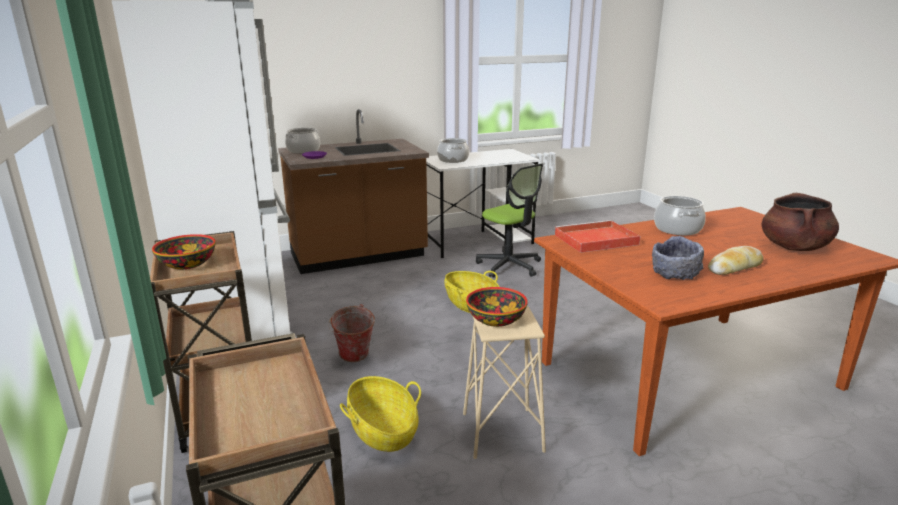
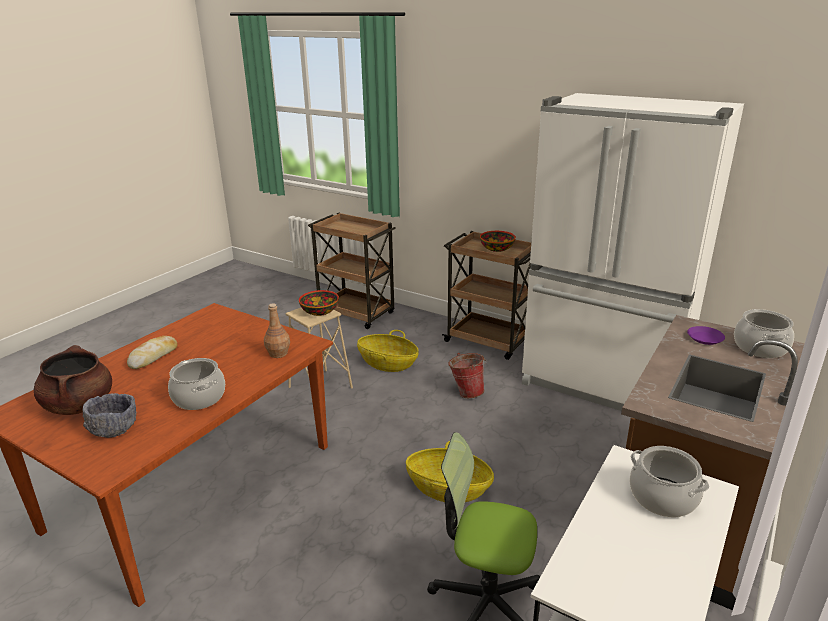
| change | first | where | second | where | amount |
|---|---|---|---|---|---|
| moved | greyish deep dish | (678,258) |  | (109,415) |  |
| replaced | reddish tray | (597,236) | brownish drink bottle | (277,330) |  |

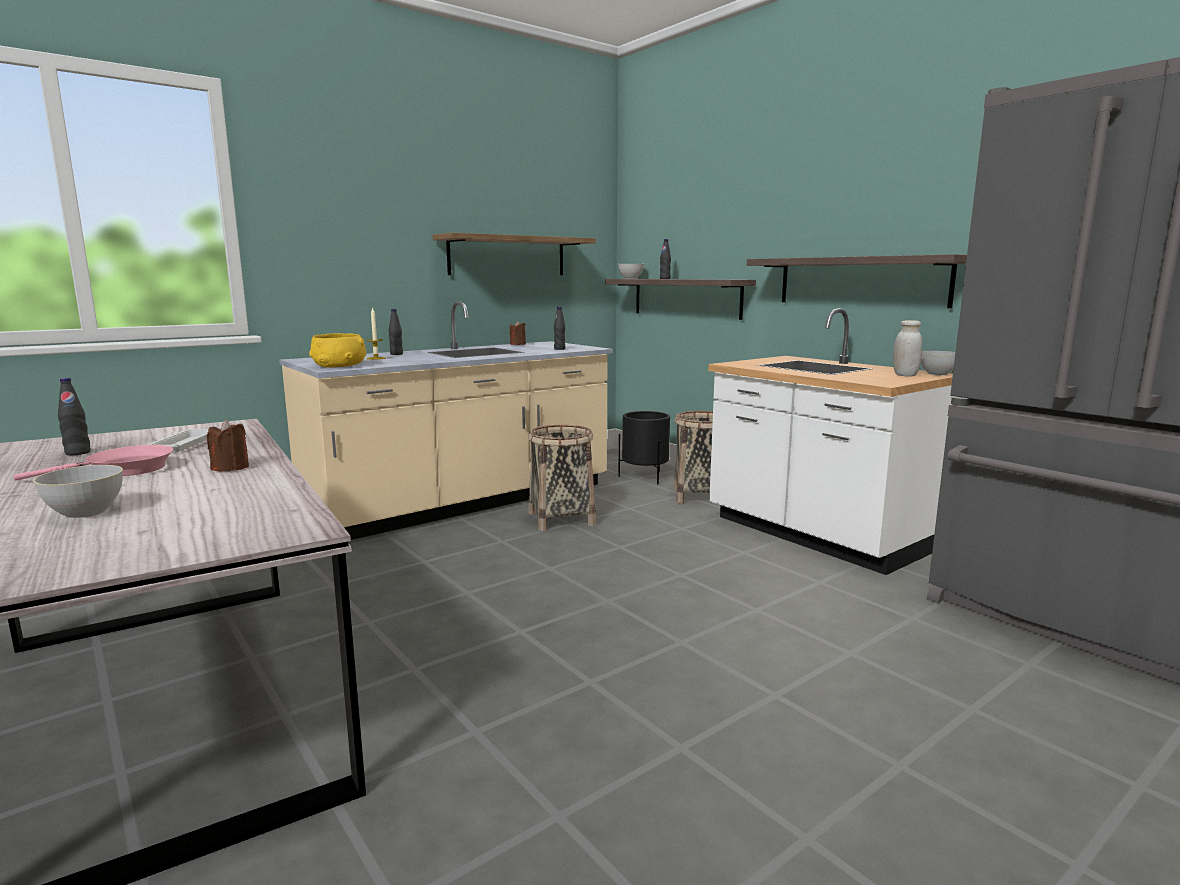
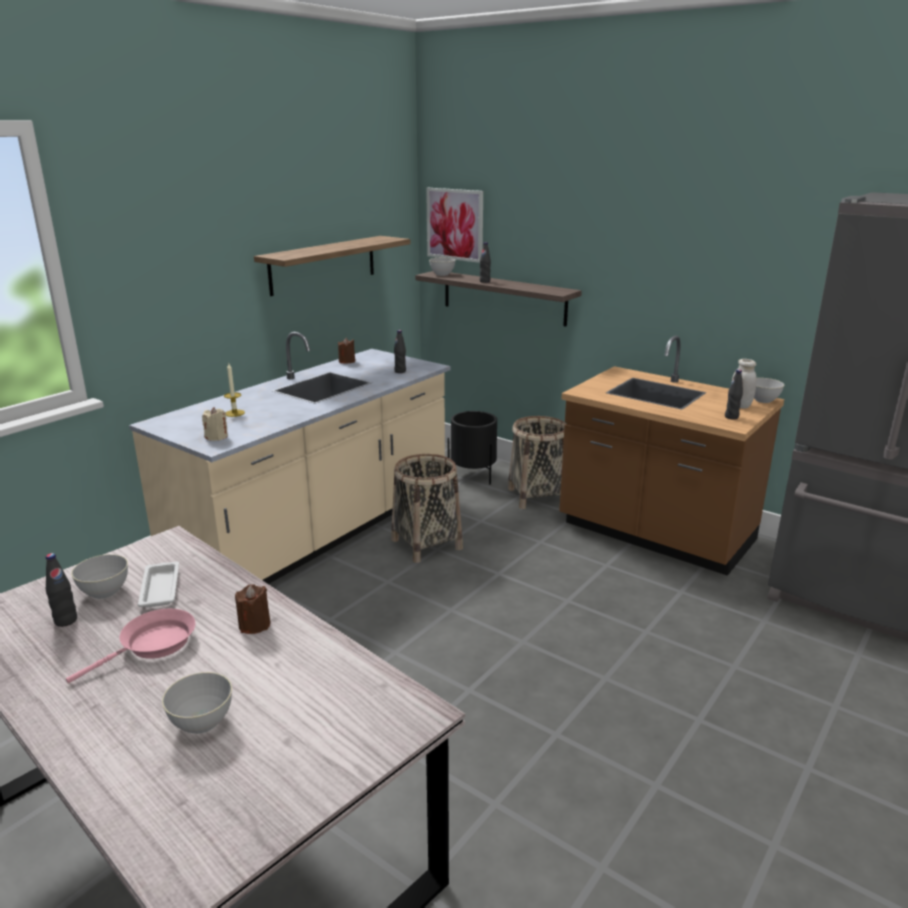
| change | first | where | second | where | amount |
|---|---|---|---|---|---|
| added |  |  | greyish deep dish | (99,576) |  |
| replaced | yellowish deep dish | (337,350) | beige-coloured candle | (215,424) |  |
| added |  |  | wall art | (454,225) |  |
| recoloured | white-coloured kitchen counter | (830,441) | brownish kitchen counter | (671,456) |  |
| moved | black drink bottle | (396,332) |  | (734,394) |  |
| removed | bracket shelf | (857,281) |  |  |  |

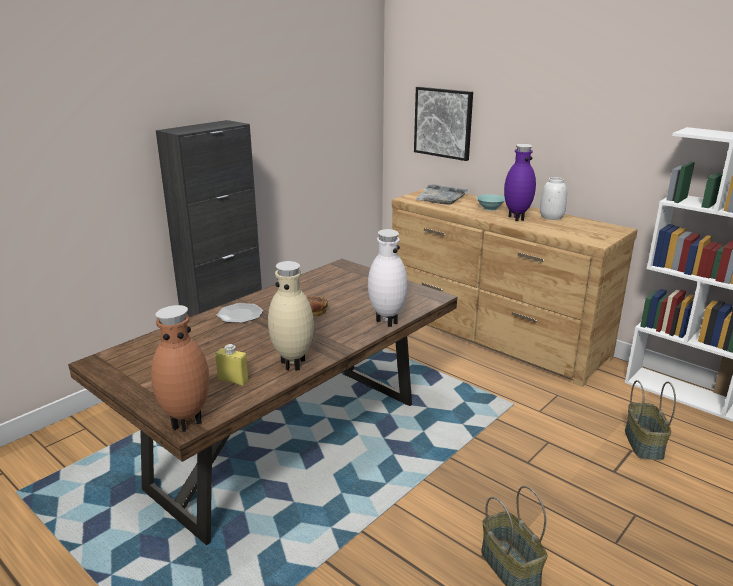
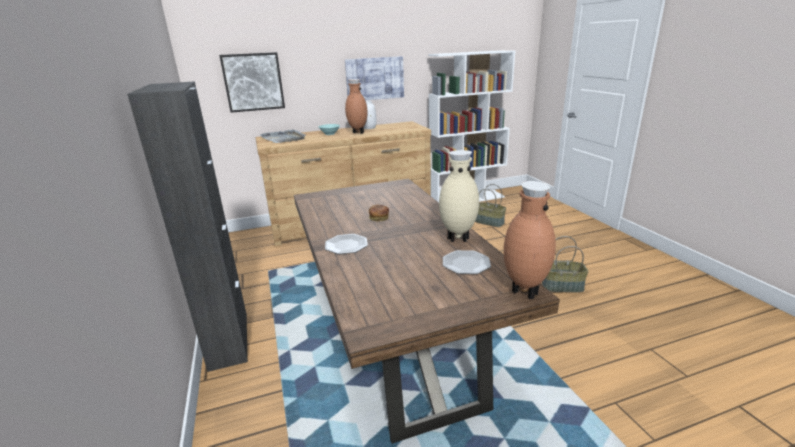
| change | first | where | second | where | amount |
|---|---|---|---|---|---|
| added |  |  | wall art | (374,78) |  |
| recoloured | purplish vase | (520,182) | brownish vase | (356,106) |  |
| replaced | yellowish drink bottle | (231,365) | flat dish | (467,262) |  |
| removed | white-coloured vase | (387,278) |  |  |  |

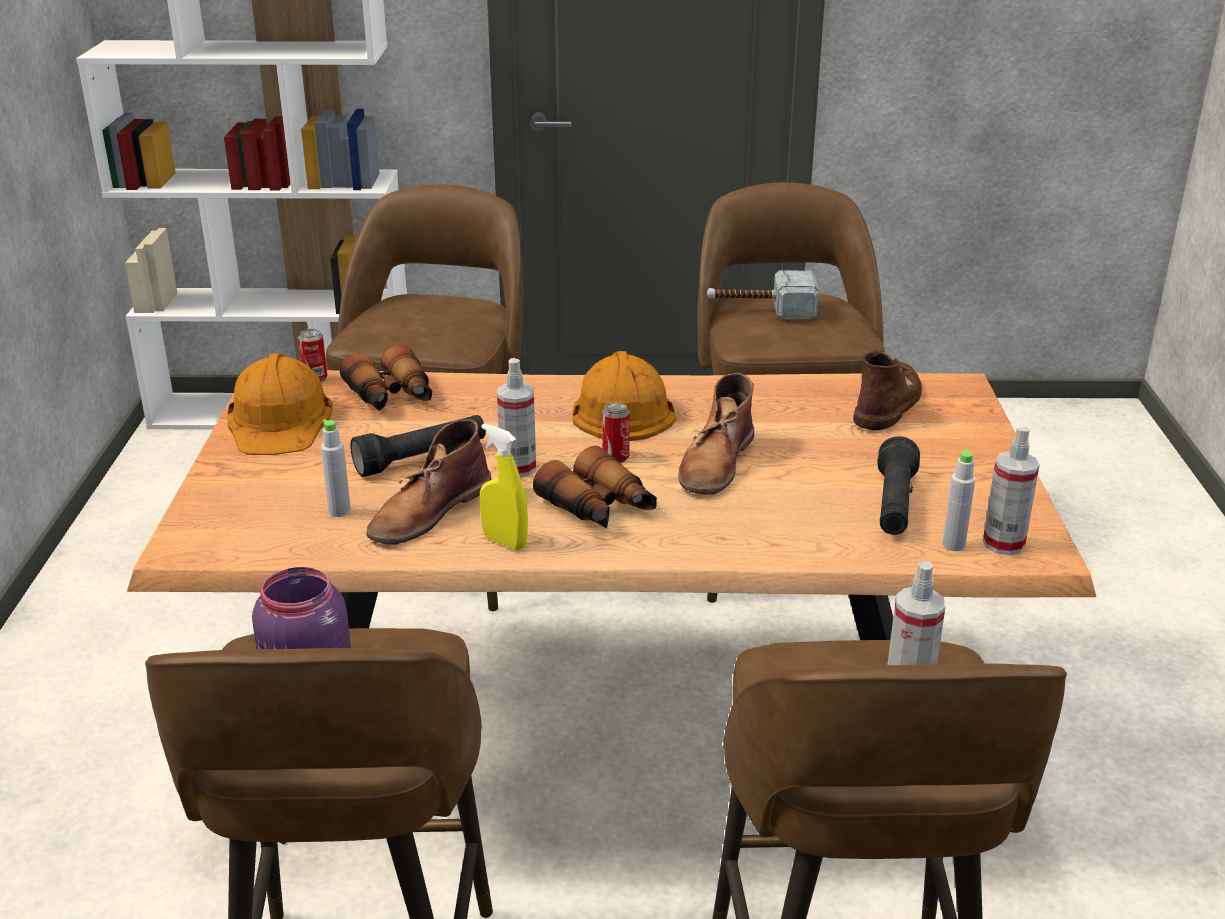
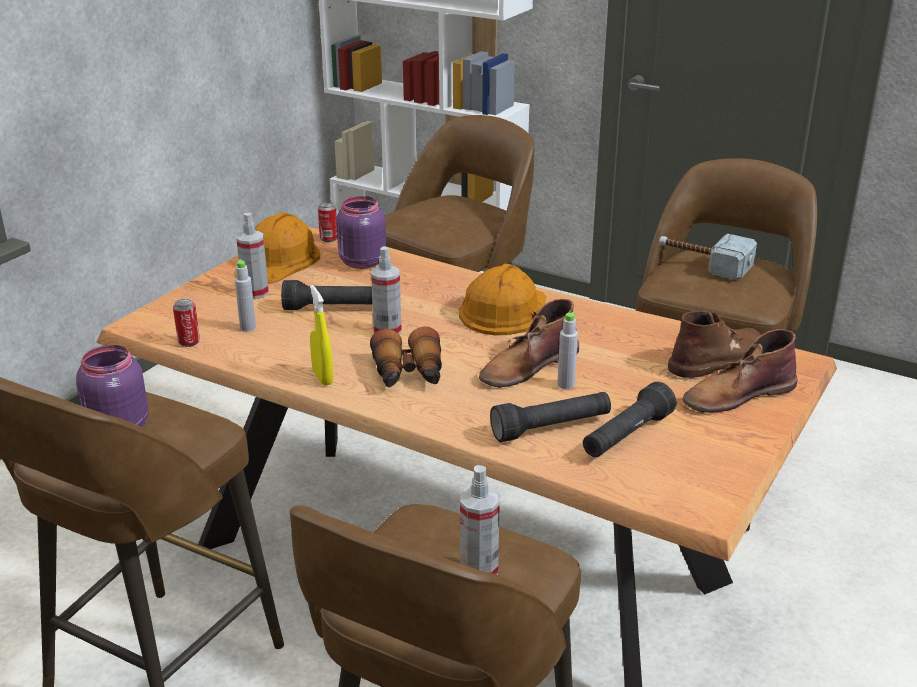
| change | first | where | second | where | amount |
|---|---|---|---|---|---|
| moved | sealed can | (616,433) |  | (186,323) |  |
| moved | spray bottle | (1011,490) |  | (252,256) |  |
| replaced | field glasses | (386,377) | purplish preserve jar | (361,232) |  |
| added |  |  | black flashlight | (550,417) |  |
| moved | greyish drink bottle | (959,500) |  | (567,350) |  |
| moved | brownish high-top boot | (428,482) |  | (740,371) |  |

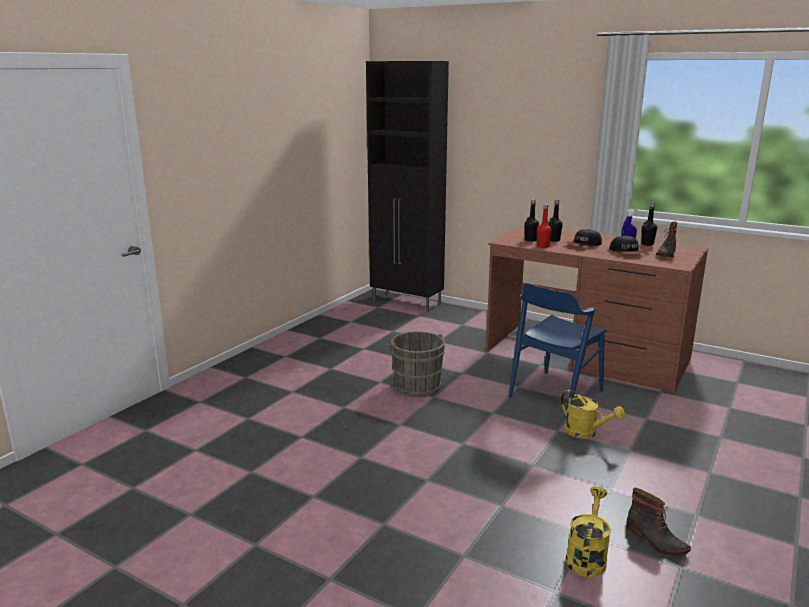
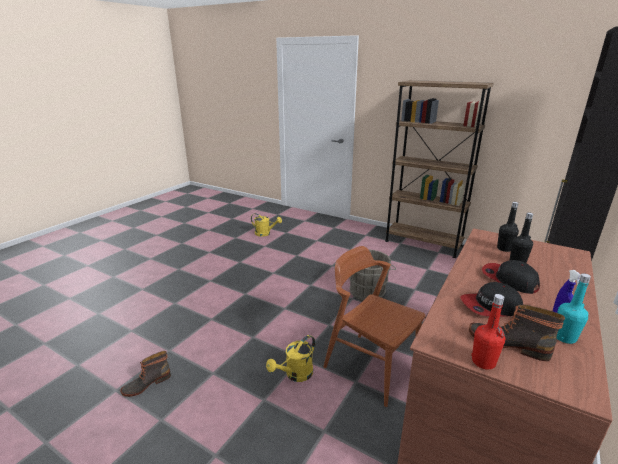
| change | first | where | second | where | amount |
|---|---|---|---|---|---|
| moved | yellowish watering can | (588,531) |  | (266,225) |  |
| recoloured | bluish plain chair | (558,350) | brownish plain chair | (374,326) |  |
| added |  |  | brownish shelving unit | (439,169) |  |
| moved | reddish drink bottle | (544,226) |  | (488,332) |  |
| recoloured | black drink bottle | (649,224) | blue-green drink bottle | (574,308) |  |

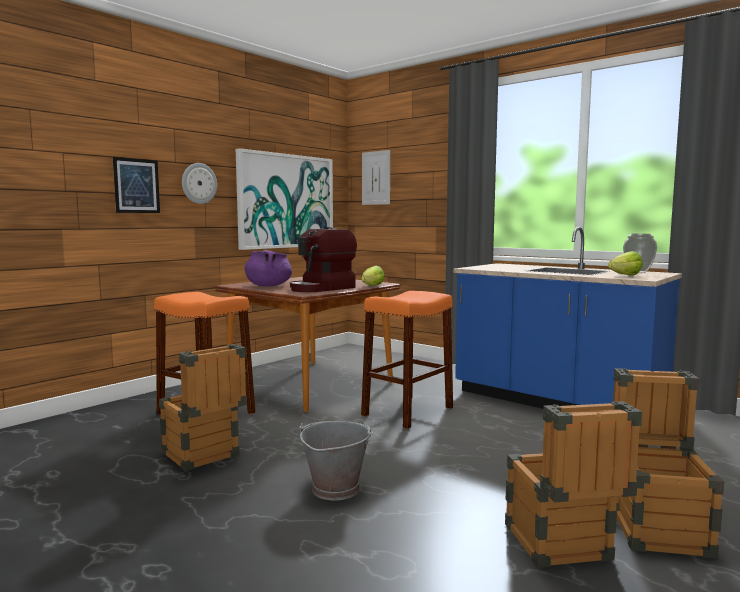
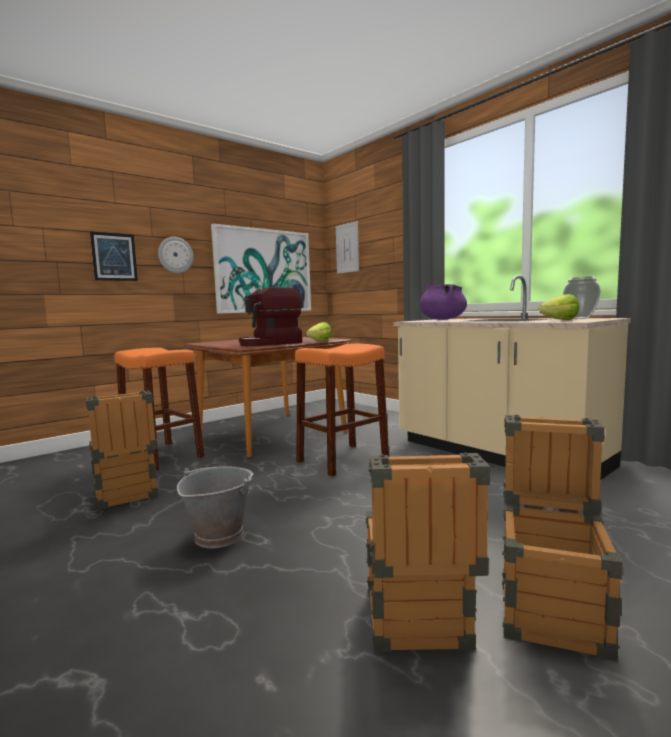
| change | first | where | second | where | amount |
|---|---|---|---|---|---|
| recoloured | bluish kitchen counter | (568,318) | beige-coloured kitchen counter | (512,377) |  |
| moved | purplish saucepot | (268,268) |  | (443,302) |  |

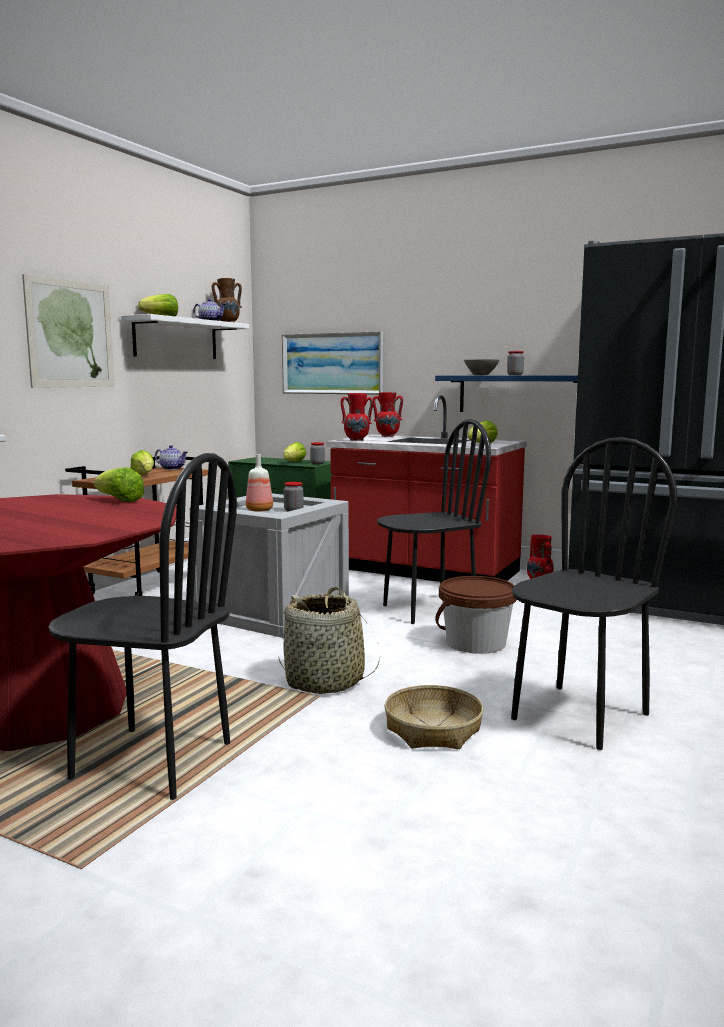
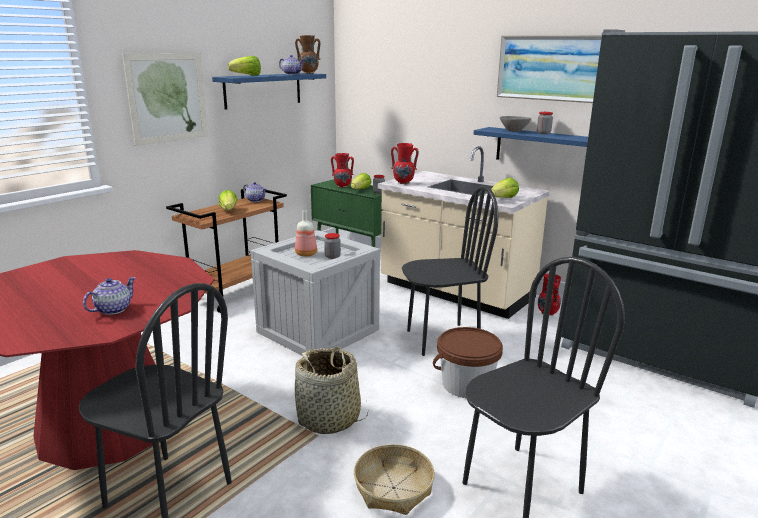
| change | first | where | second | where | amount |
|---|---|---|---|---|---|
| added |  |  | teapot | (109,296) |  |
| recoloured | white-coloured bracket shelf | (185,336) | bluish bracket shelf | (269,91) |  |
| moved | reddish vase | (388,414) |  | (342,170) |  |
| recoloured | reddish kitchen counter | (426,488) | beige-coloured kitchen counter | (464,232) |  |
| moved | wall art | (332,363) |  | (549,69) |  |
| removed | head of lettuce | (119,484) |  |  |  |

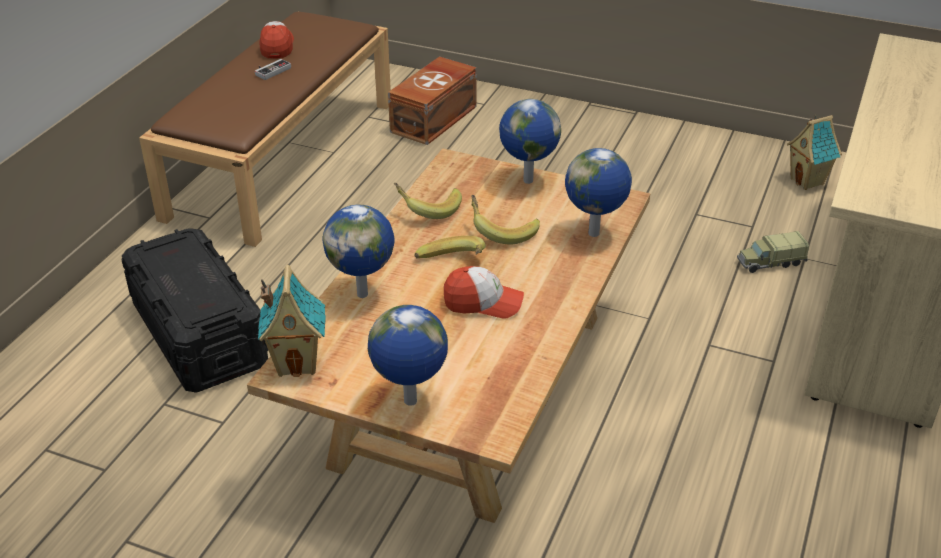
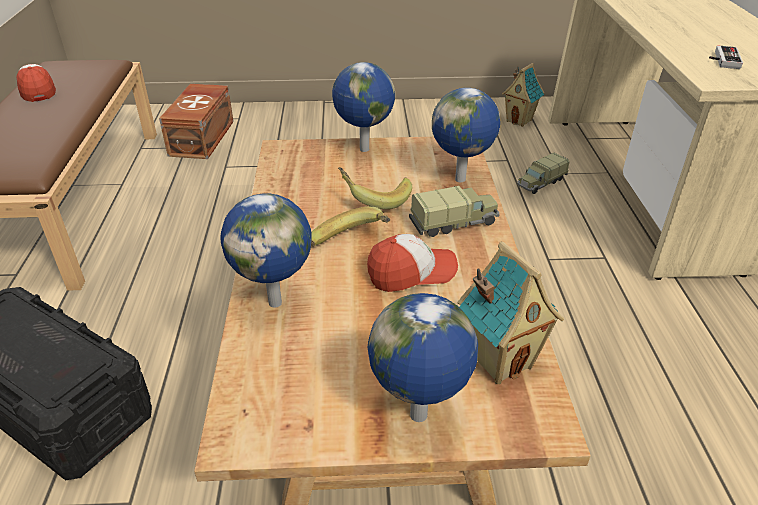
| change | first | where | second | where | amount |
|---|---|---|---|---|---|
| added |  |  | toy lorry | (454,211) |  |
| moved | model house | (292,321) |  | (510,312) |  |
| moved | gamepad | (273,69) |  | (726,57) |  |
| removed | whole banana | (428,201) |  |  |  |

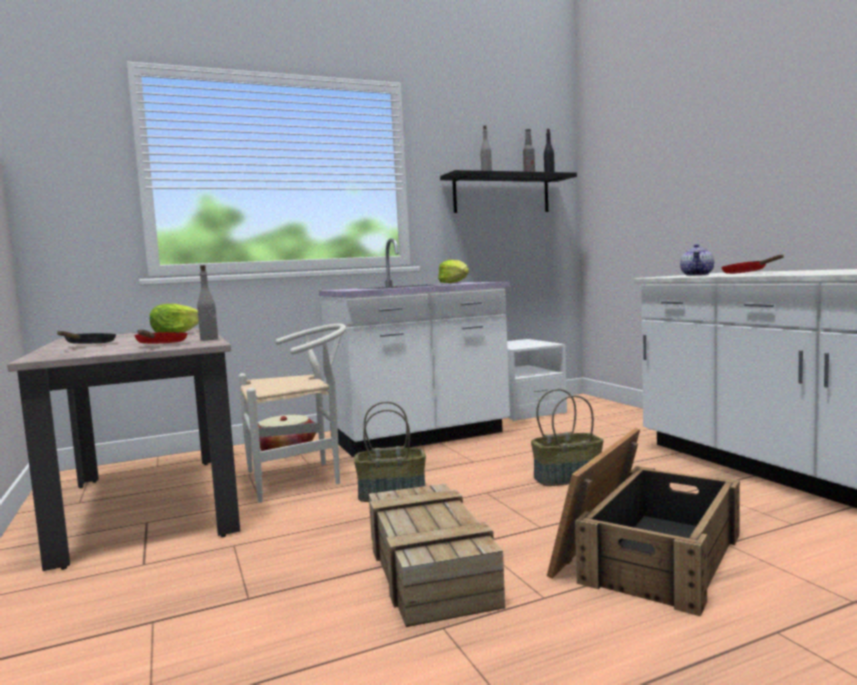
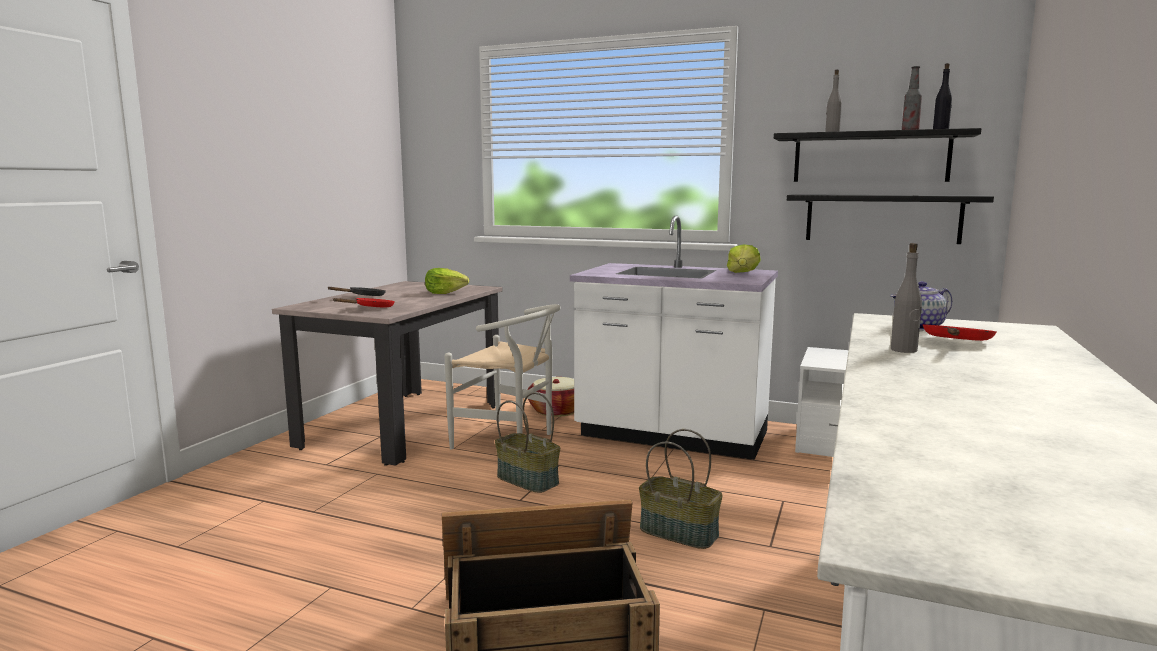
| change | first | where | second | where | amount |
|---|---|---|---|---|---|
| added |  |  | black bracket shelf | (890,219) |  |
| moved | greyish drink bottle | (207,303) |  | (906,298) |  |
| removed | shipping crate | (437,555) |  |  |  |

